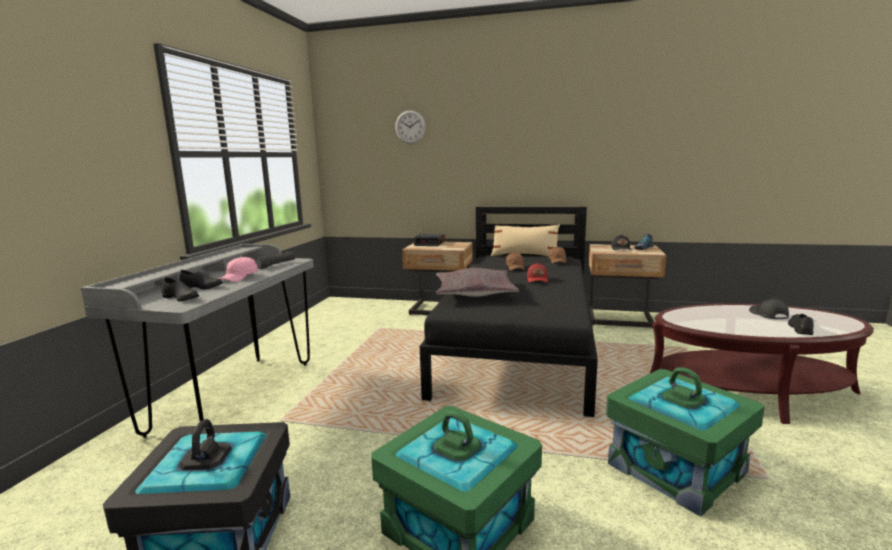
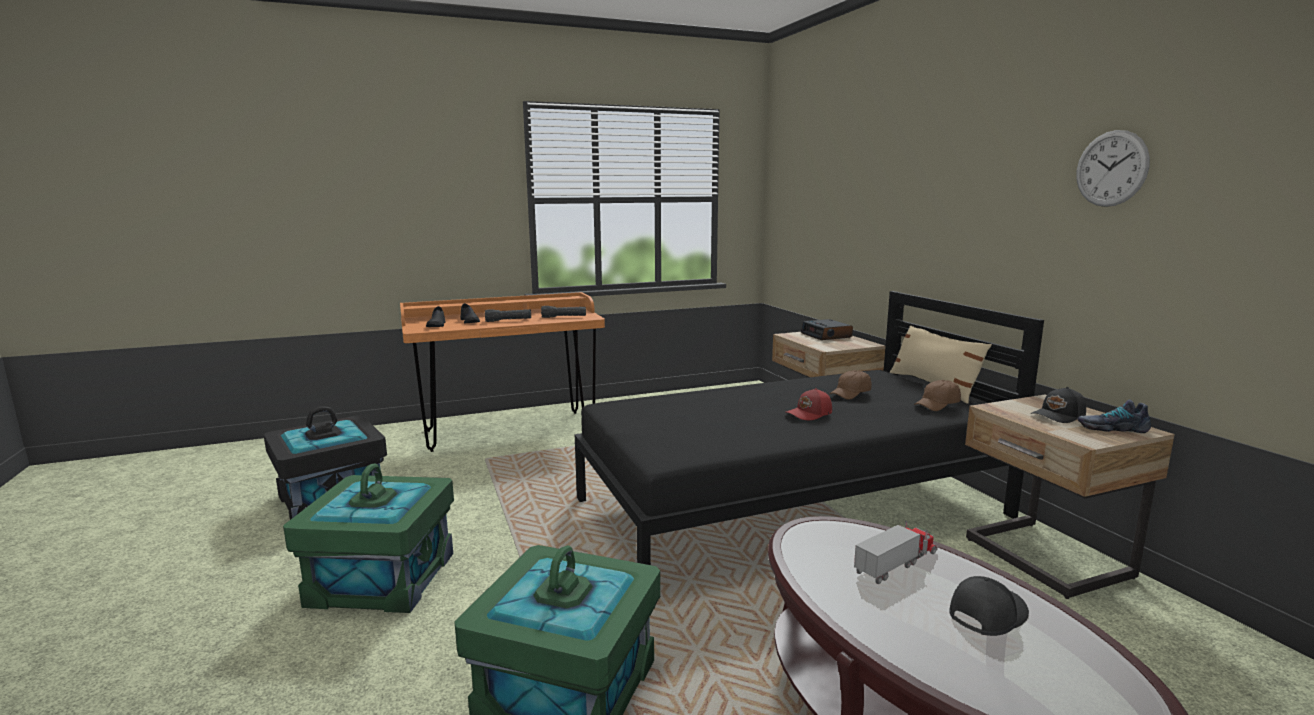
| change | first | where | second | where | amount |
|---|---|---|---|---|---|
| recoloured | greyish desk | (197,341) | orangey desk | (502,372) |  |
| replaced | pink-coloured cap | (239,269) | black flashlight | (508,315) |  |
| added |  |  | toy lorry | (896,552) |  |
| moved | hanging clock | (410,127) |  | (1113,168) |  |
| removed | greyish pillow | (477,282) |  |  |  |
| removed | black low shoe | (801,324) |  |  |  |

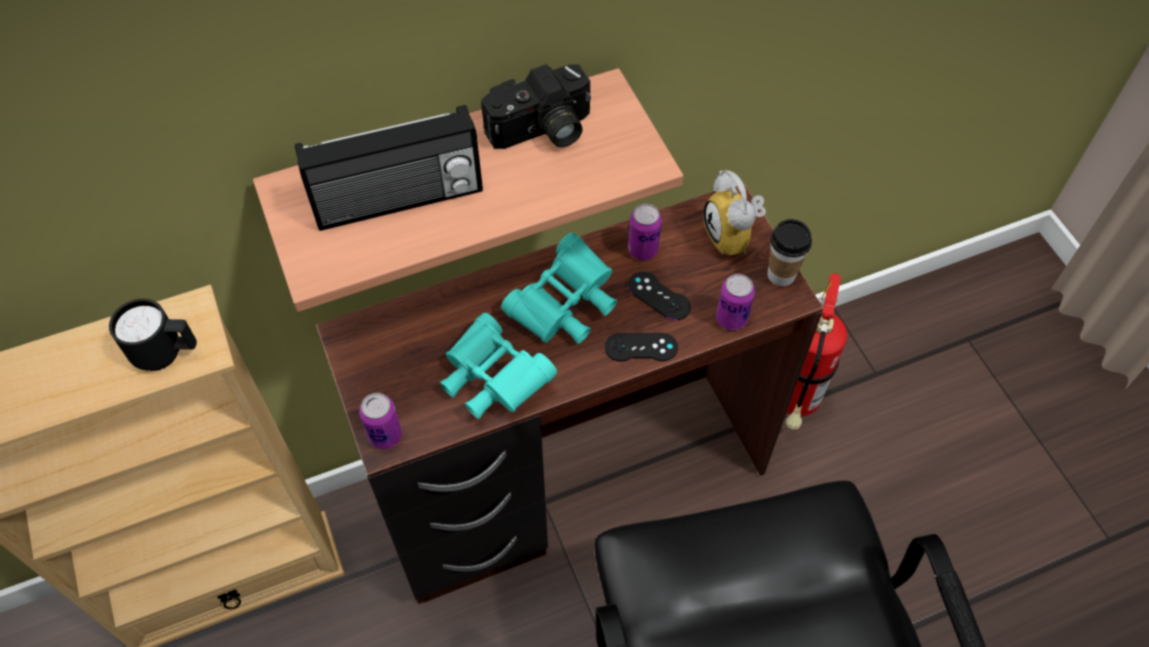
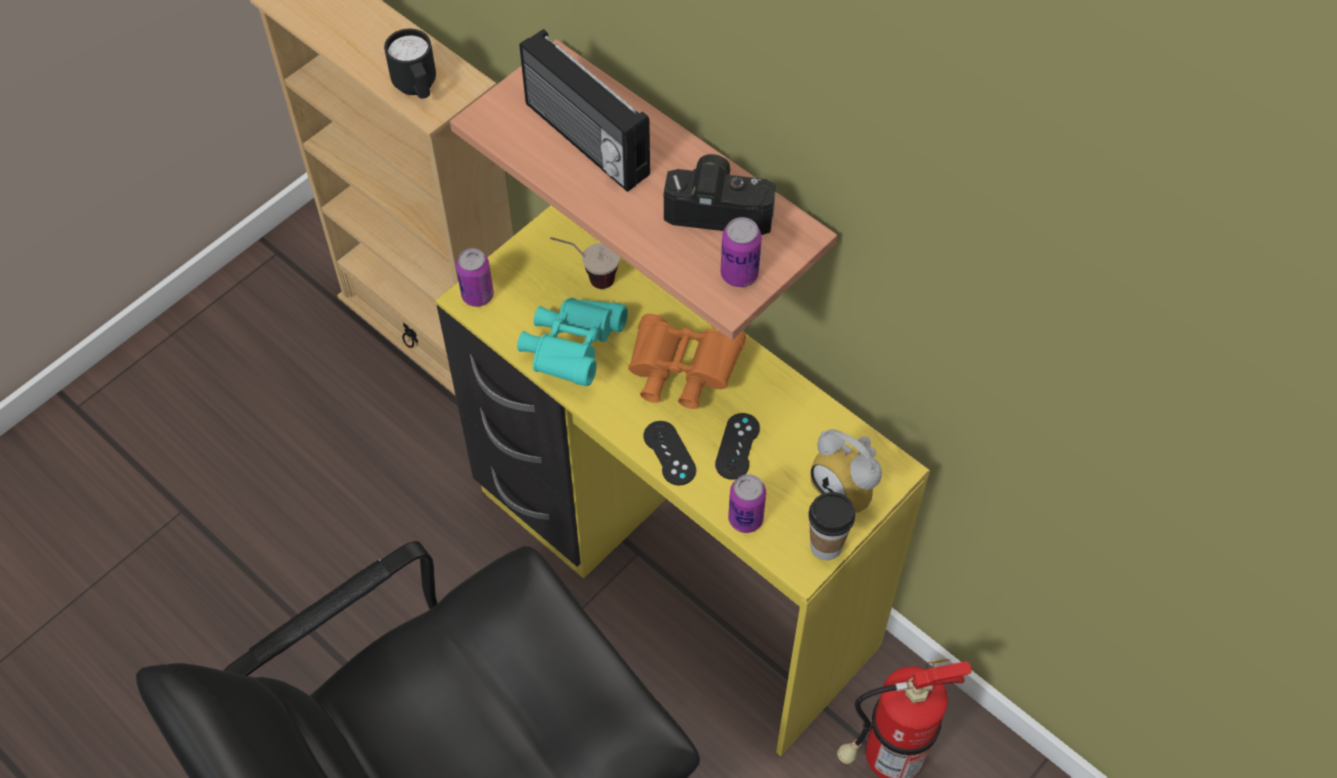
| change | first | where | second | where | amount |
|---|---|---|---|---|---|
| recoloured | brownish desk | (569,393) | yellowish desk | (683,480) |  |
| added |  |  | drinking cup | (585,263) |  |
| recoloured | blue-green field glasses | (559,288) | orangey field glasses | (687,361) |  |
| turned | photo camera | (536,106) |  | (719,194) | 150 degrees clockwise |
| moved | sealed can | (645,232) |  | (741,252) |  |
| turned | table clock | (734,212) |  | (846,471) | 90 degrees counterclockwise |

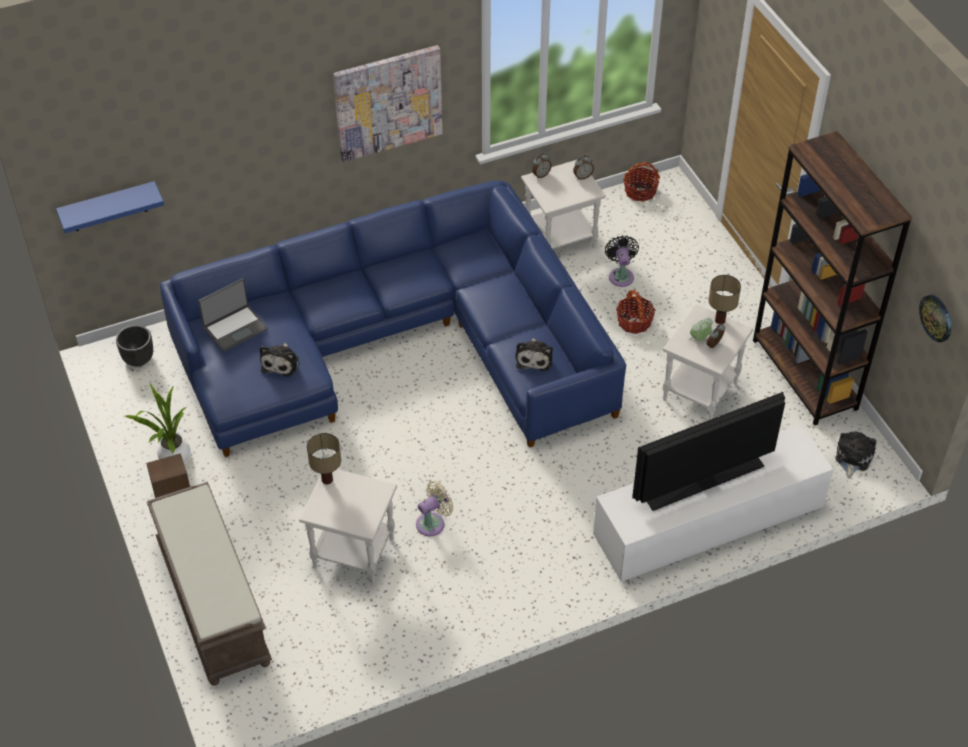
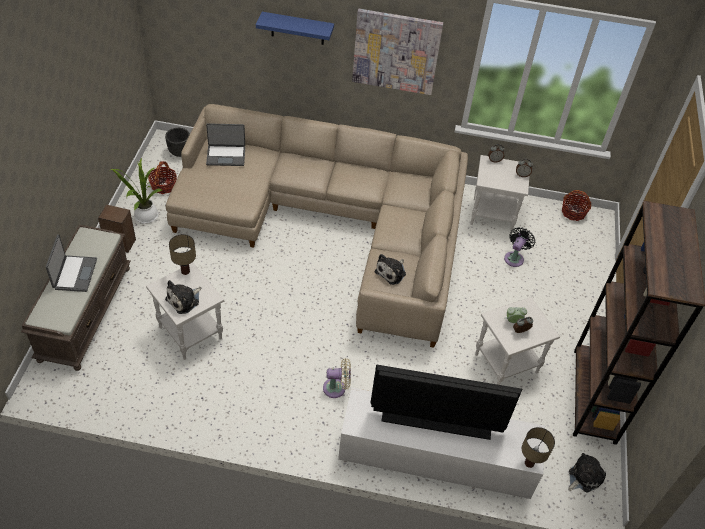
| change | first | where | second | where | amount |
|---|---|---|---|---|---|
| added |  |  | notebook computer | (71,263) |  |
| moved | basket | (635,311) |  | (162,177) |  |
| moved | soft toy | (279,360) |  | (183,297) |  |
| recoloured | bluish settee | (393,318) | beige-coloured settee | (317,226) |  |
| moved | bluish bracket shelf | (110,207) |  | (295,28) |  |
| moved | beige-coloured fan | (435,508) |  | (337,378) |  |
| moved | table lamp | (724,299) |  | (538,447) |  |
| removed | hanging clock | (935,318) |  |  |  |

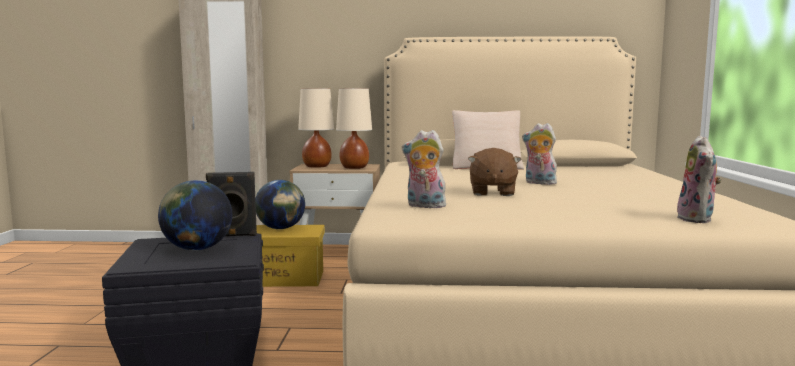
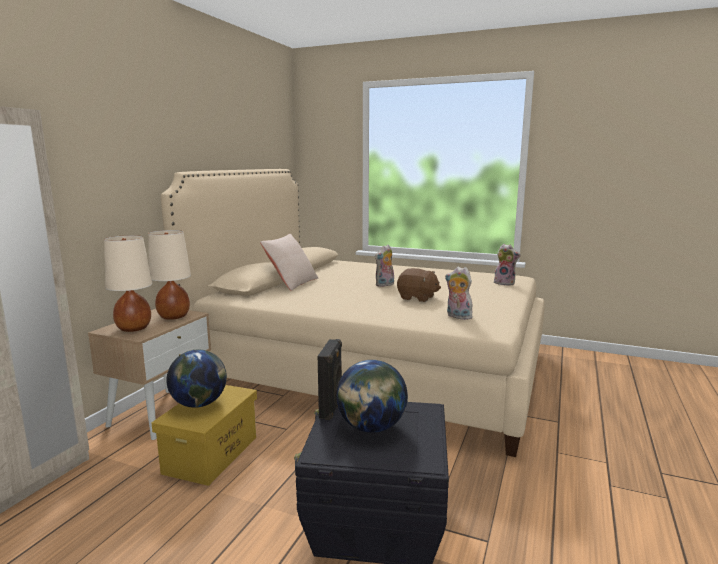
| change | first | where | second | where | amount |
|---|---|---|---|---|---|
| turned | soft toy | (425,169) |  | (459,293) | 90 degrees clockwise |

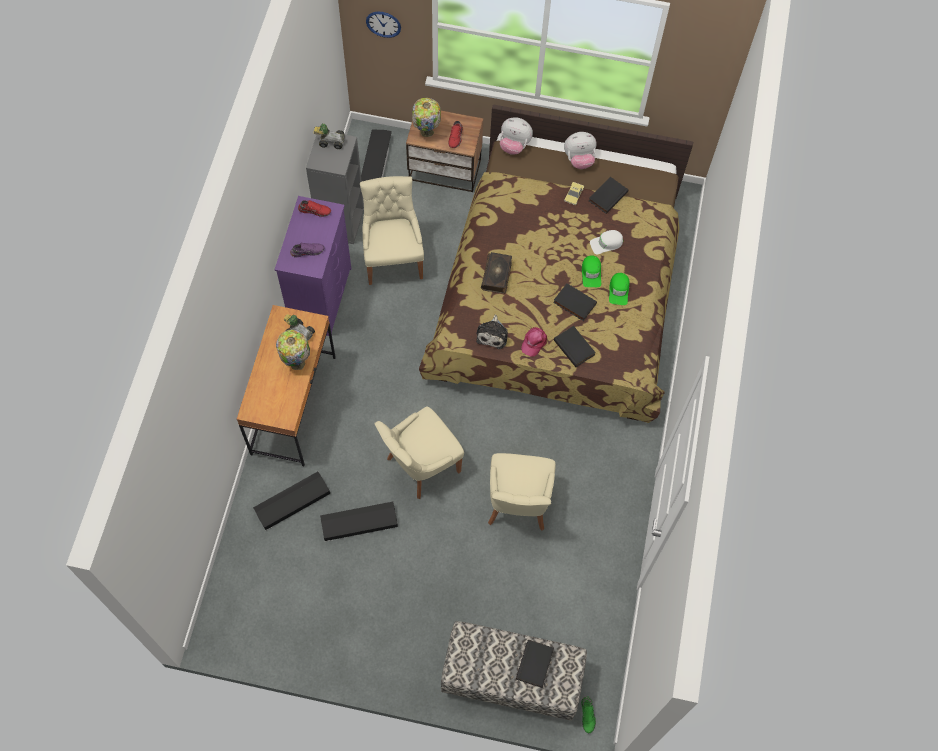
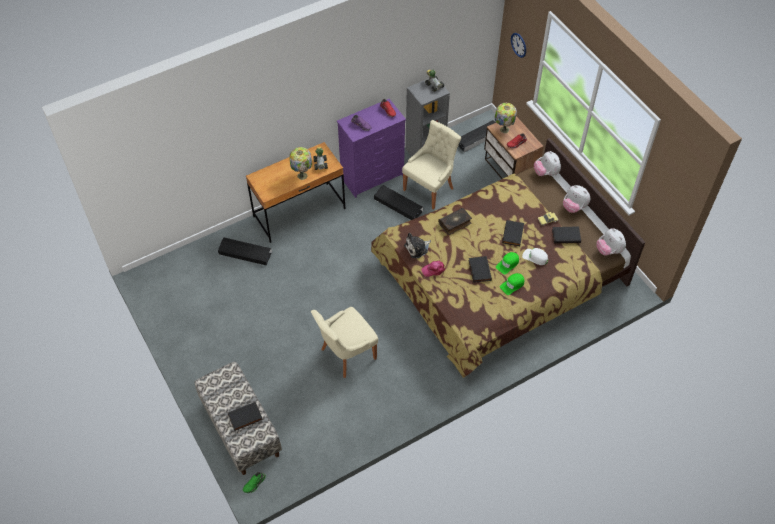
| change | first | where | second | where | amount |
|---|---|---|---|---|---|
| moved | black storage bin | (359,521) |  | (398,202) |  |
| moved | black book | (575,346) |  | (513,233) |  |
| added |  |  | soft toy | (611,242) |  |
| removed | beige-coloured plain chair | (419,452) |  |  |  |

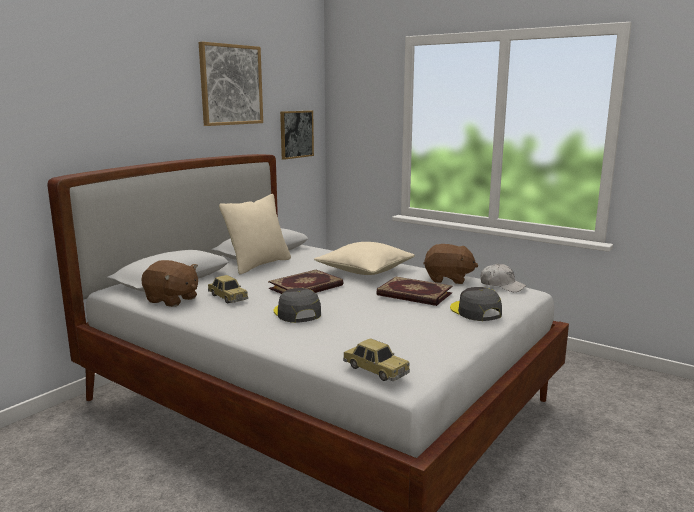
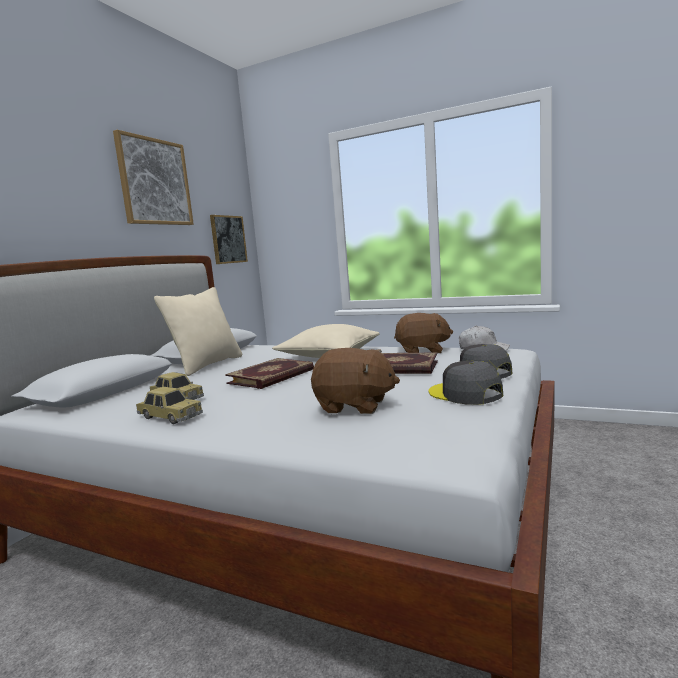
| change | first | where | second | where | amount |
|---|---|---|---|---|---|
| moved | toy car | (376,359) |  | (169,405) |  |
| moved | brownish soft toy | (169,283) |  | (355,381) |  |
| moved | greyish cap | (297,305) |  | (466,383) |  |

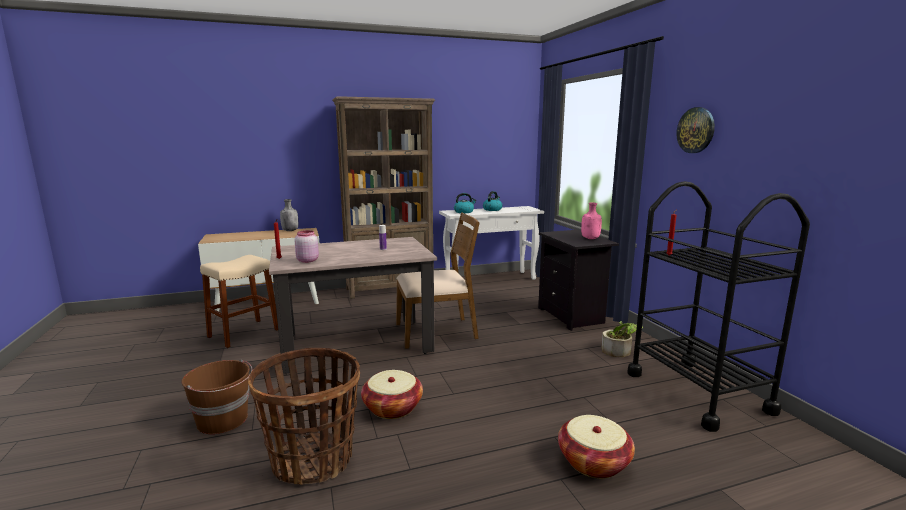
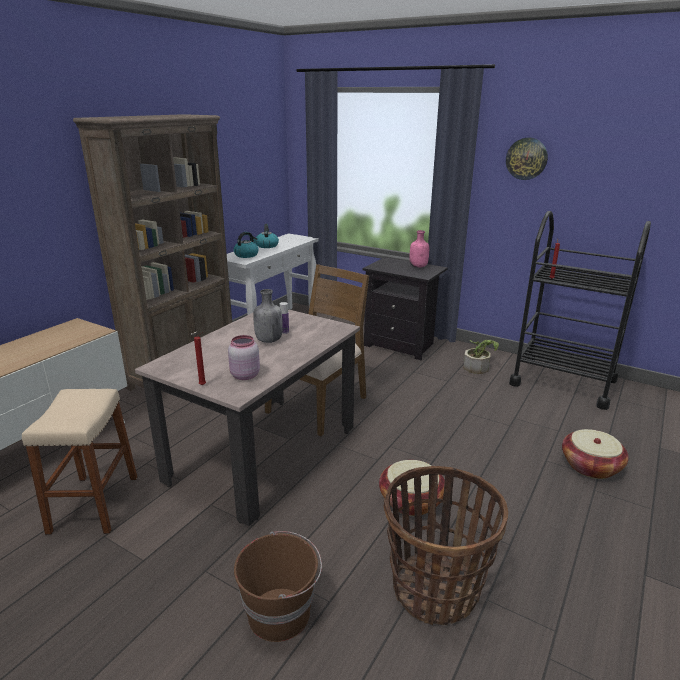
| change | first | where | second | where | amount |
|---|---|---|---|---|---|
| moved | greyish drink bottle | (289,215) |  | (268,316) |  |

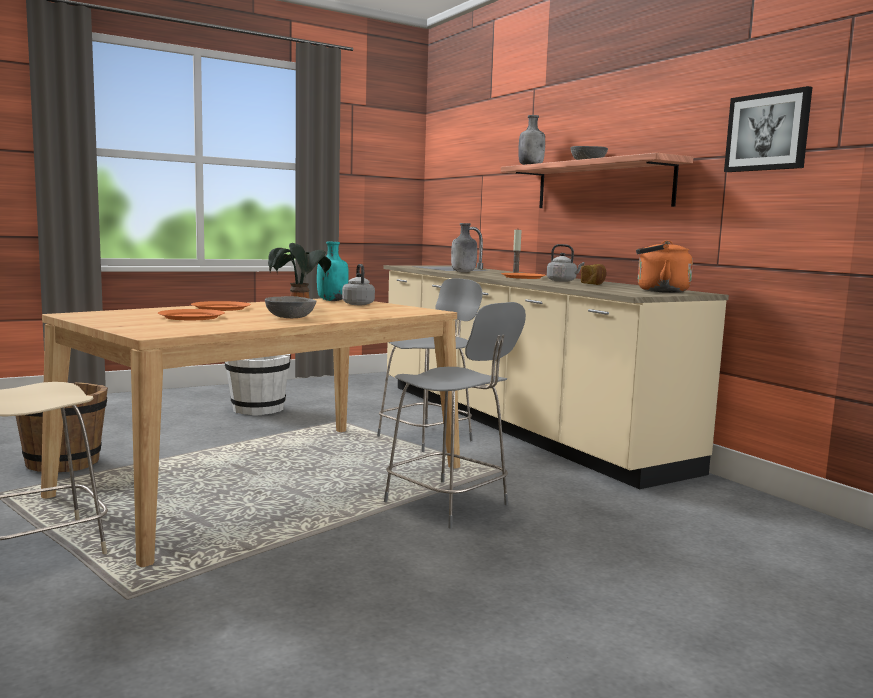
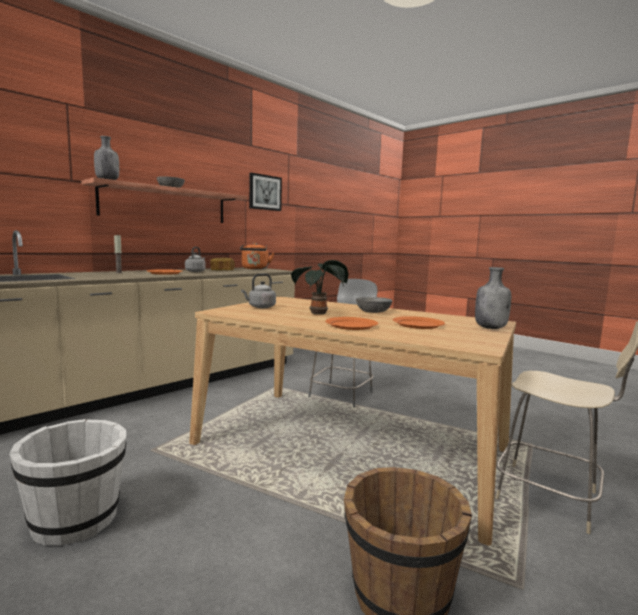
| change | first | where | second | where | amount |
|---|---|---|---|---|---|
| moved | greyish drink bottle | (464,247) |  | (493,298) |  |
| removed | blue-green drink bottle | (333,271) |  |  |  |
| removed | greyish plain chair | (430,365) |  |  |  |

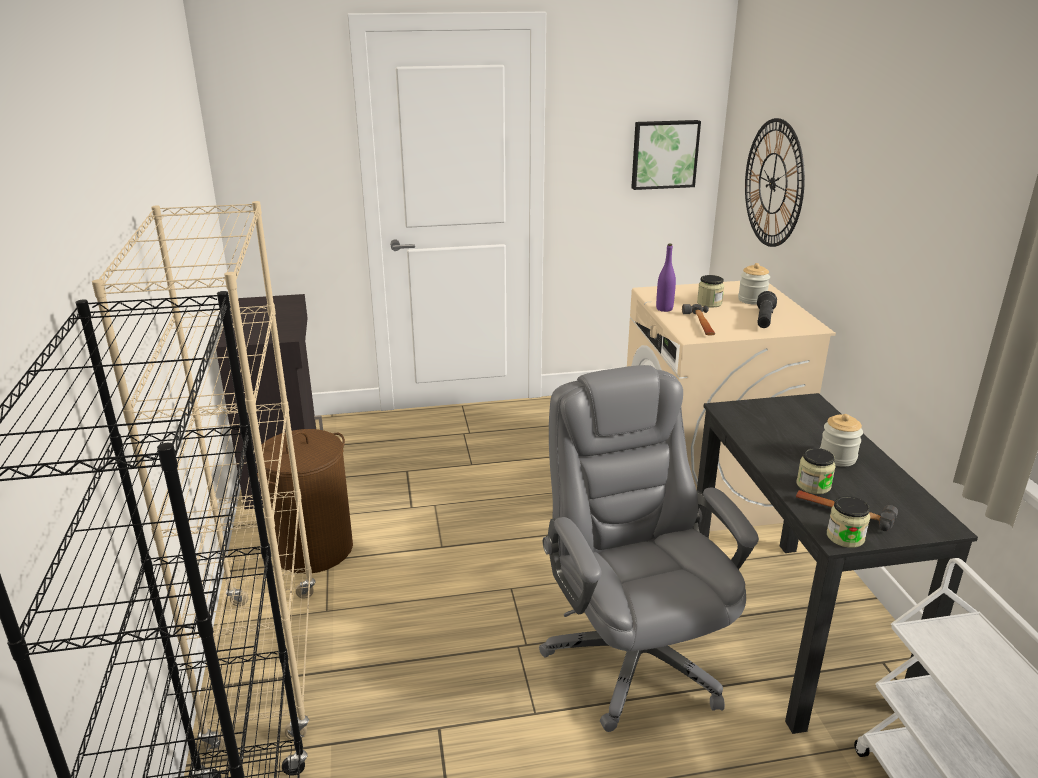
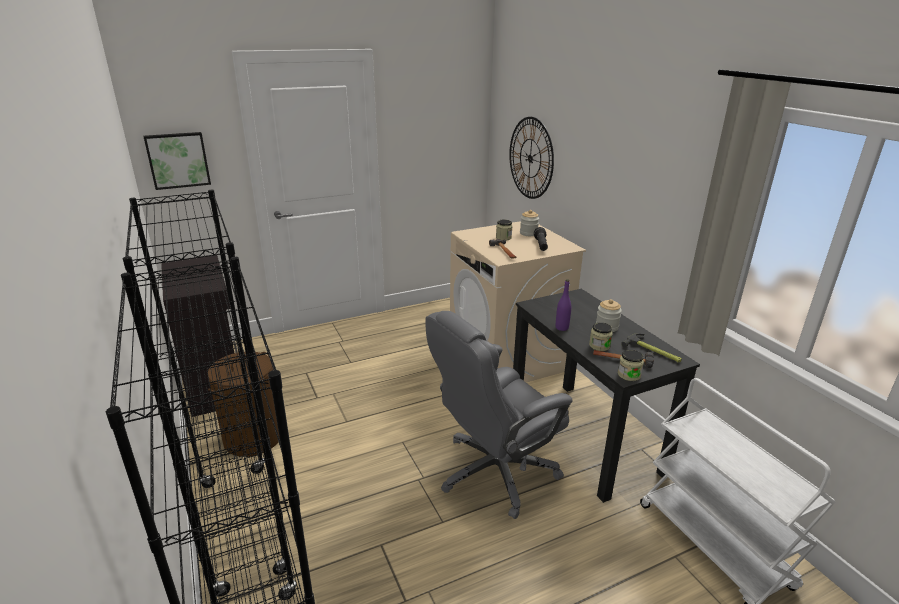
| change | first | where | second | where | amount |
|---|---|---|---|---|---|
| recoloured | beige-coloured shelving unit | (204,476) | black shelving unit | (204,393) |  |
| moved | wall art | (666,155) |  | (177,161) |  |
| turned | greyish office chair | (649,548) |  | (499,415) | 90 degrees counterclockwise |
| moved | purplish drink bottle | (666,277) |  | (563,305) |  |
| added |  |  | hand hammer | (651,348) |  |

